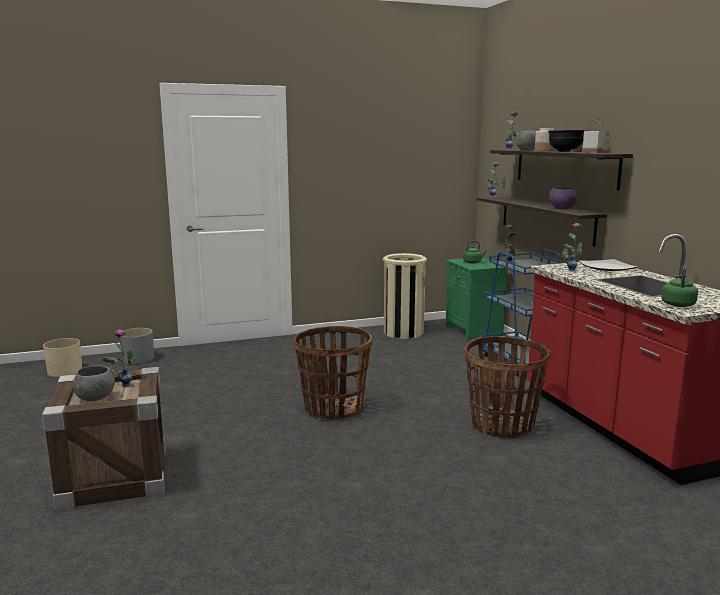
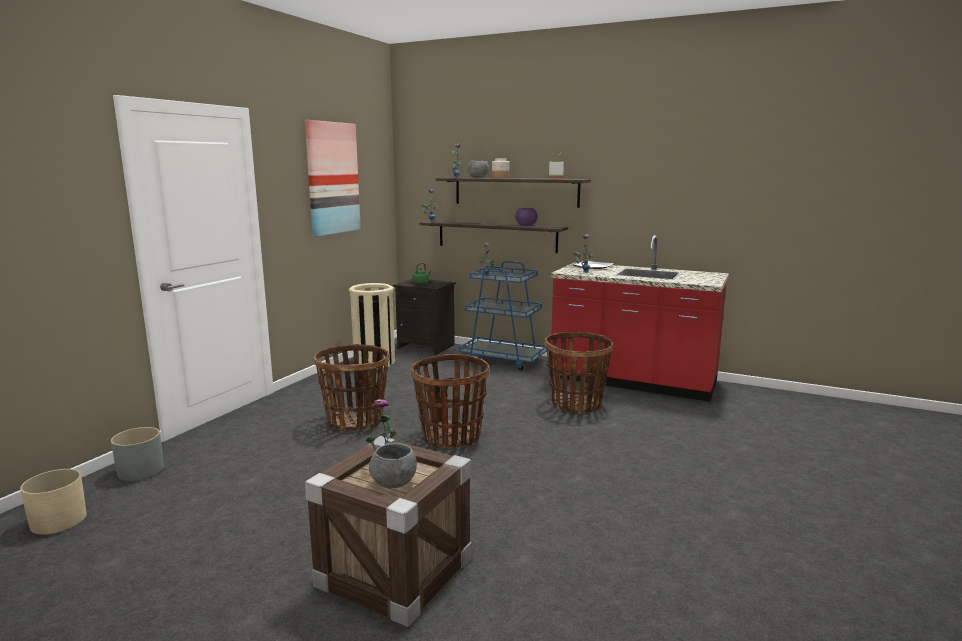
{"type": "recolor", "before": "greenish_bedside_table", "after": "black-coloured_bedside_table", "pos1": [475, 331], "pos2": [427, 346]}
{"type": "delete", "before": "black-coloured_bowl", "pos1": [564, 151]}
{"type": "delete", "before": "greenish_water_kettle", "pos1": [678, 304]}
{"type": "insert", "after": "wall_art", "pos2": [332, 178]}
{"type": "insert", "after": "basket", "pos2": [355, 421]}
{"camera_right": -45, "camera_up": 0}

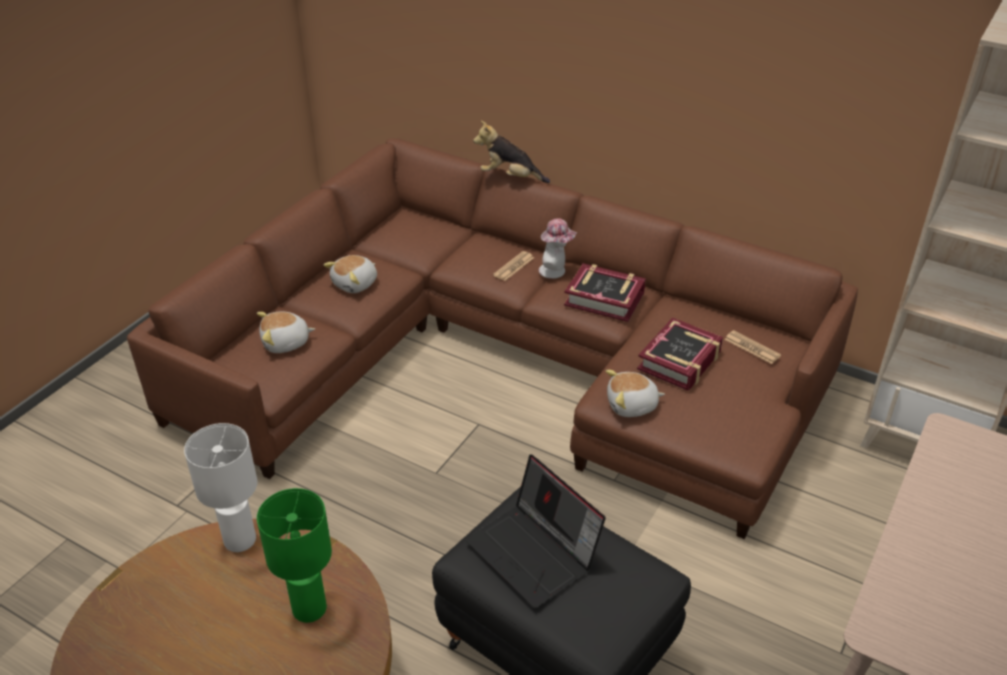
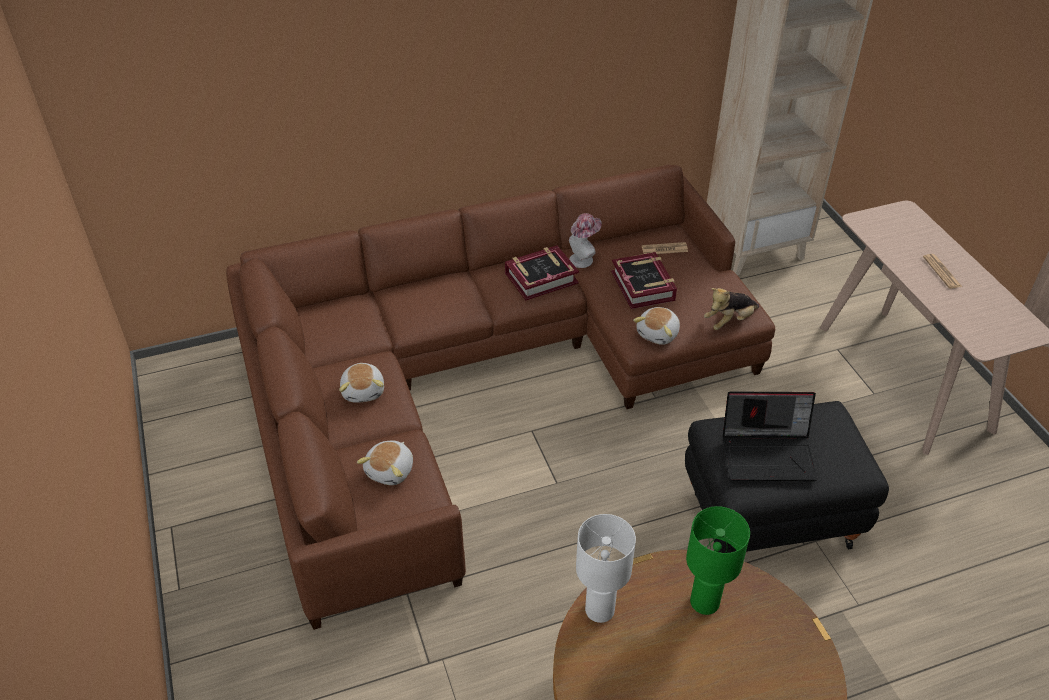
{"type": "move", "before": "soft_toy", "pos1": [510, 177], "pos2": [729, 321]}
{"type": "move", "before": "daily_paper", "pos1": [513, 266], "pos2": [942, 272]}
{"type": "move", "before": "hat", "pos1": [555, 271], "pos2": [583, 259]}
{"camera_right": -50, "camera_up": 5}

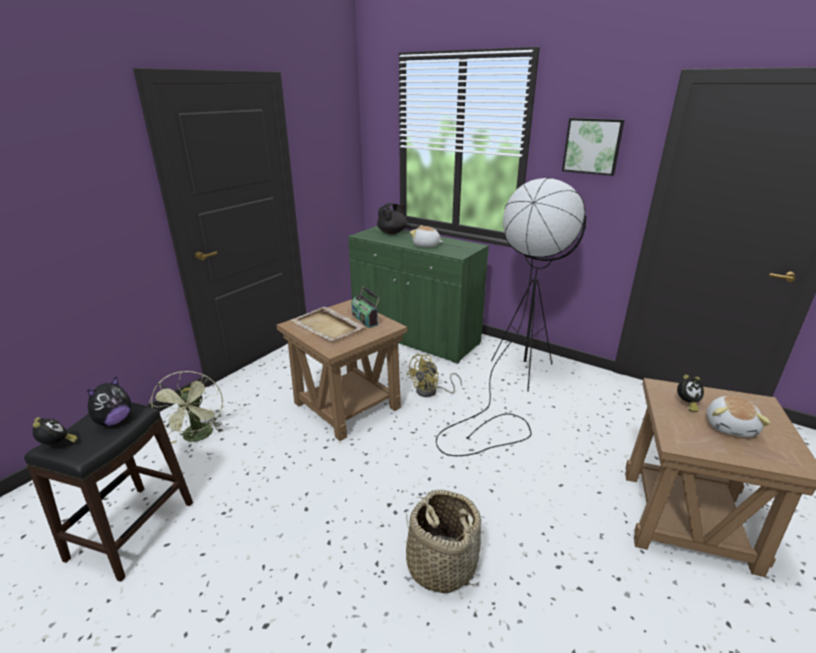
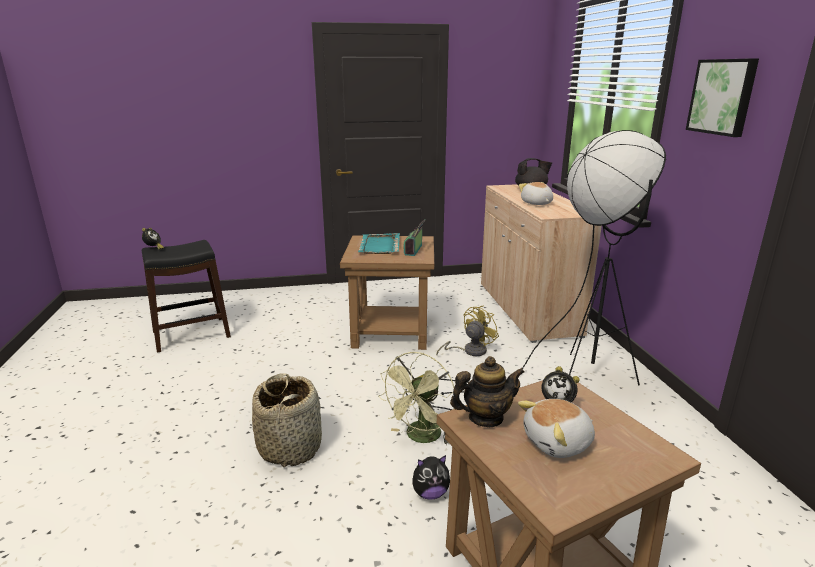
{"type": "move", "before": "soft_toy", "pos1": [114, 421], "pos2": [430, 493]}
{"type": "move", "before": "greenish_fan", "pos1": [198, 437], "pos2": [421, 438]}
{"type": "recolor", "before": "beige_carrying_tray", "after": "turquoise_carrying_tray", "pos1": [327, 326], "pos2": [379, 246]}
{"type": "recolor", "before": "greenish_cabinet", "after": "beige_cabinet", "pos1": [415, 337], "pos2": [527, 309]}
{"type": "rotate", "before": "yellow_fan", "pos1": [431, 392], "pos2": [469, 351], "turn": 135}
{"type": "insert", "after": "teapot", "pos2": [485, 418]}
{"camera_right": 45, "camera_up": -5}

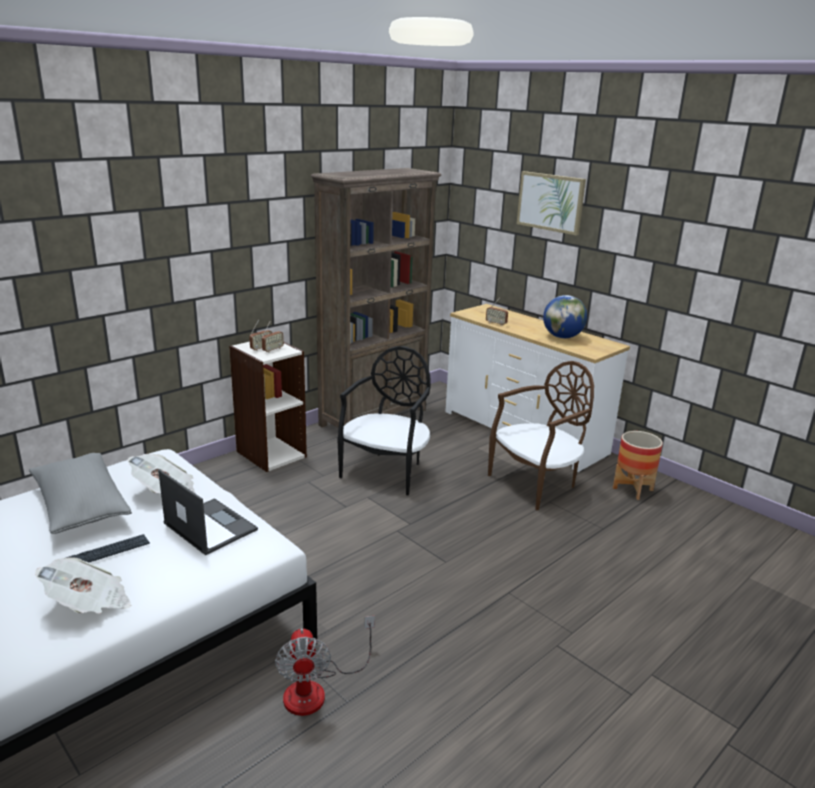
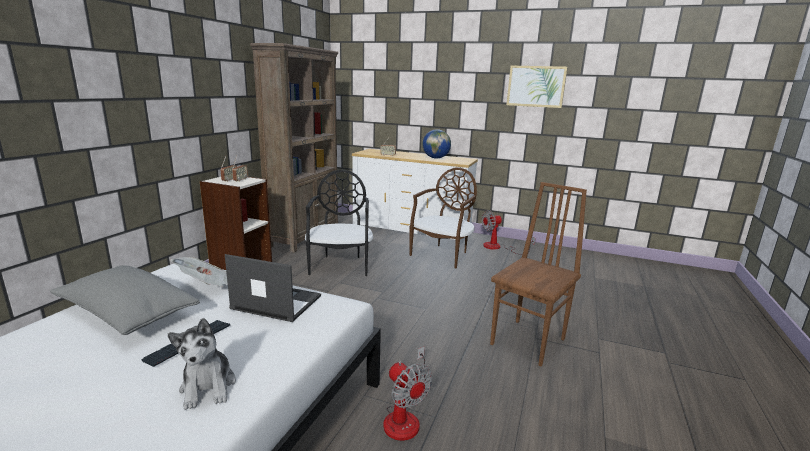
{"type": "replace", "before": "daily_paper", "after": "soft_toy", "pos1": [89, 604], "pos2": [208, 387]}
{"type": "move", "before": "wall_art", "pos1": [550, 202], "pos2": [536, 86]}
{"type": "replace", "before": "flower_pot", "after": "fan", "pos1": [633, 489], "pos2": [498, 247]}
{"type": "insert", "after": "brown-coloured_plain_chair", "pos2": [529, 342]}
{"camera_right": -25, "camera_up": -5}

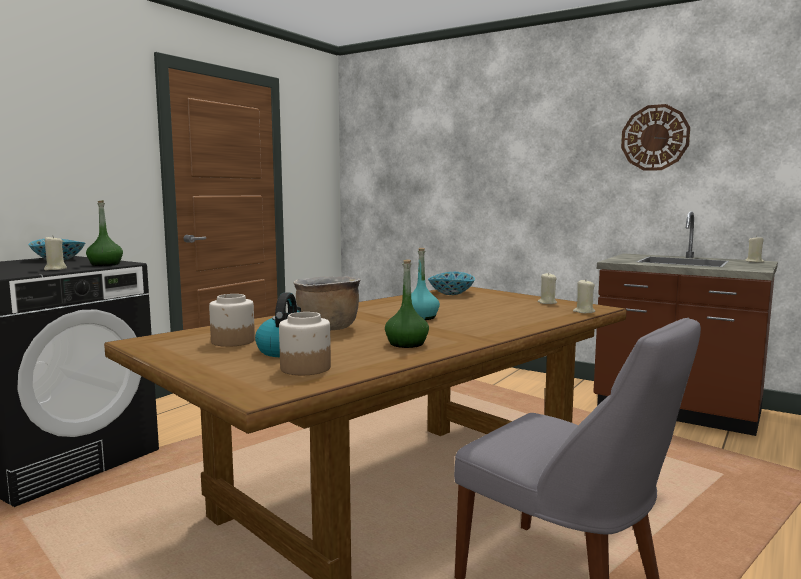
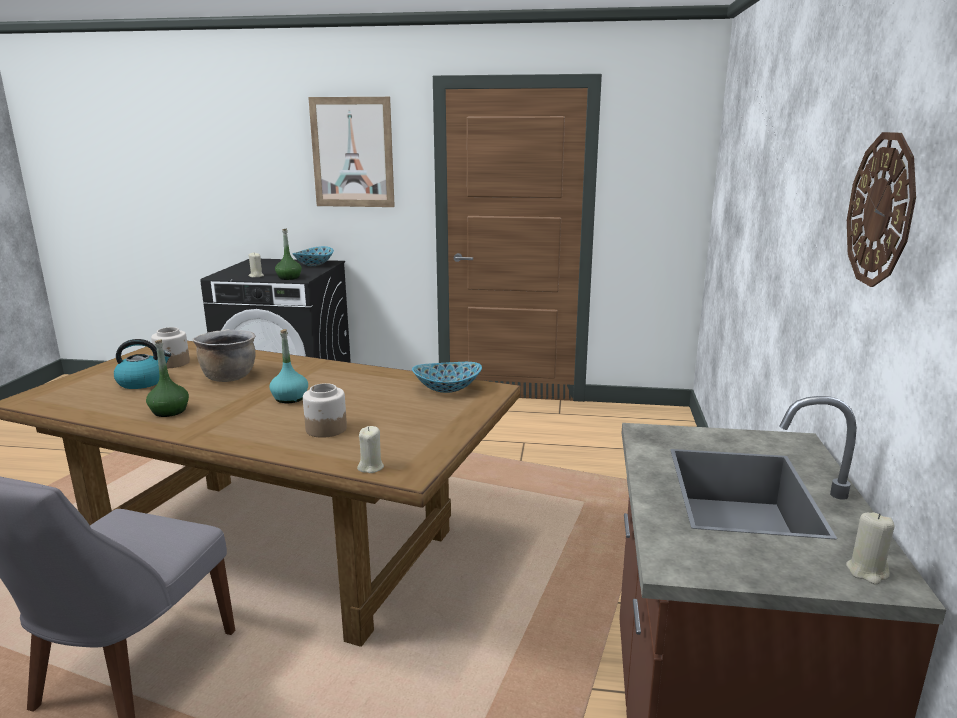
{"type": "move", "before": "preserve_jar", "pos1": [305, 368], "pos2": [325, 429]}
{"type": "delete", "before": "beige_wax_candle", "pos1": [547, 303]}
{"type": "insert", "after": "wall_art", "pos2": [352, 153]}
{"camera_right": 65, "camera_up": 10}

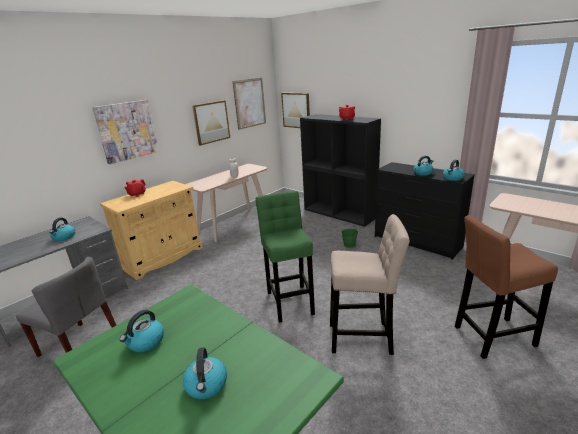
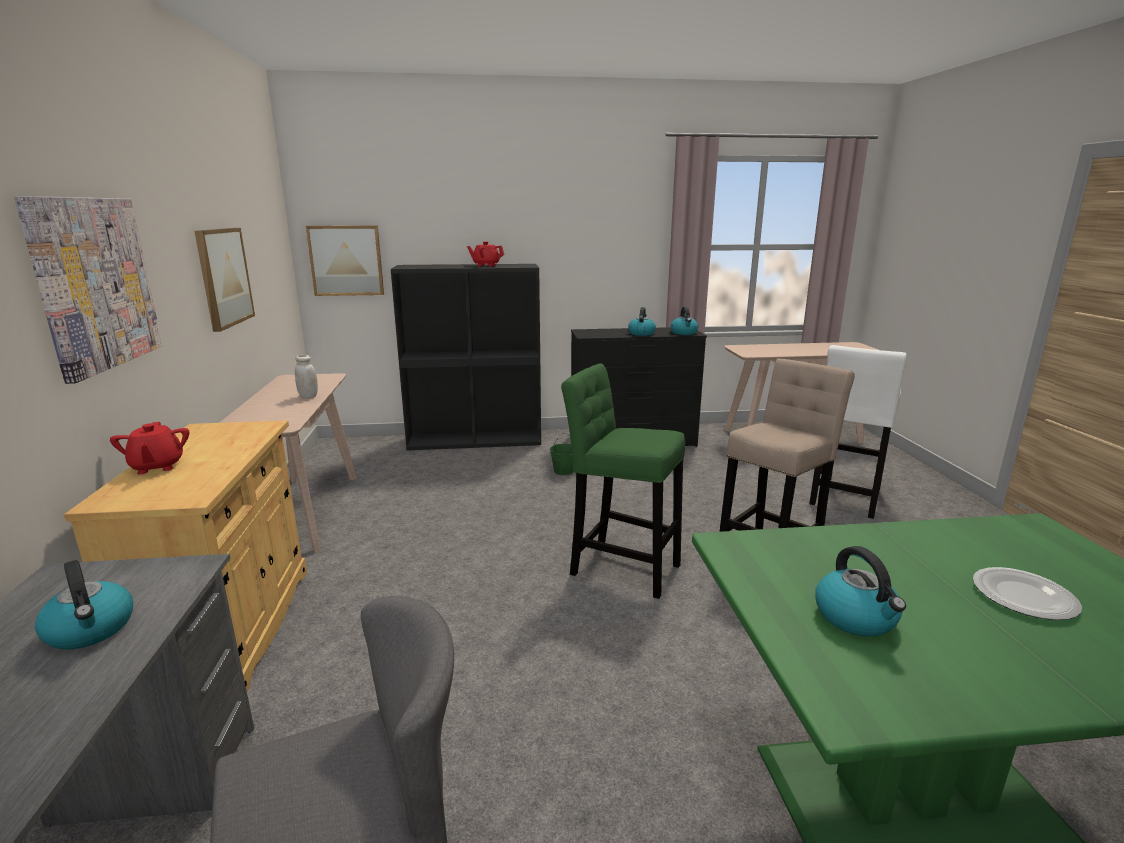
{"type": "replace", "before": "water_kettle", "after": "flat_dish", "pos1": [206, 385], "pos2": [1022, 596]}
{"type": "delete", "before": "wall_art", "pos1": [250, 103]}
{"type": "recolor", "before": "brown-coloured_stool", "after": "whitish_stool", "pos1": [490, 337], "pos2": [845, 499]}
{"camera_right": -50, "camera_up": -5}

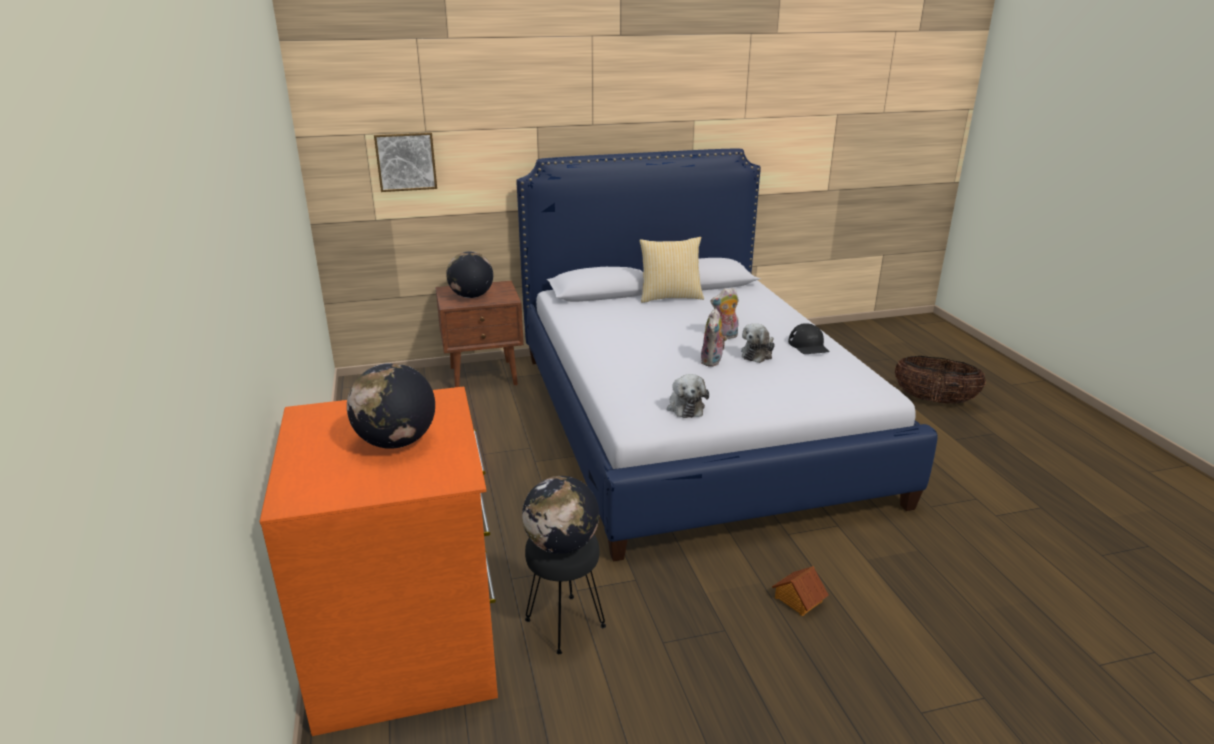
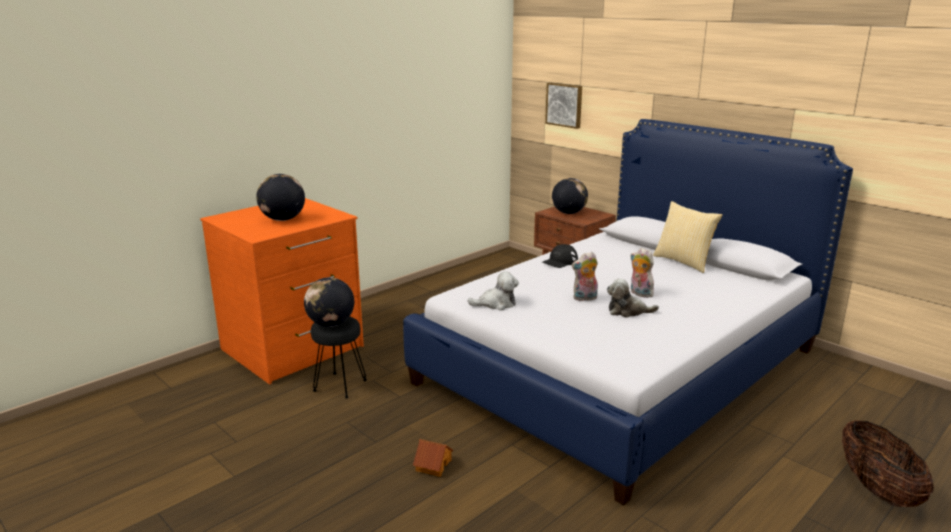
{"type": "rotate", "before": "soft_toy", "pos1": [685, 407], "pos2": [496, 304], "turn": -150}
{"type": "move", "before": "black-coloured_cap", "pos1": [808, 346], "pos2": [560, 261]}
{"camera_right": 60, "camera_up": -5}

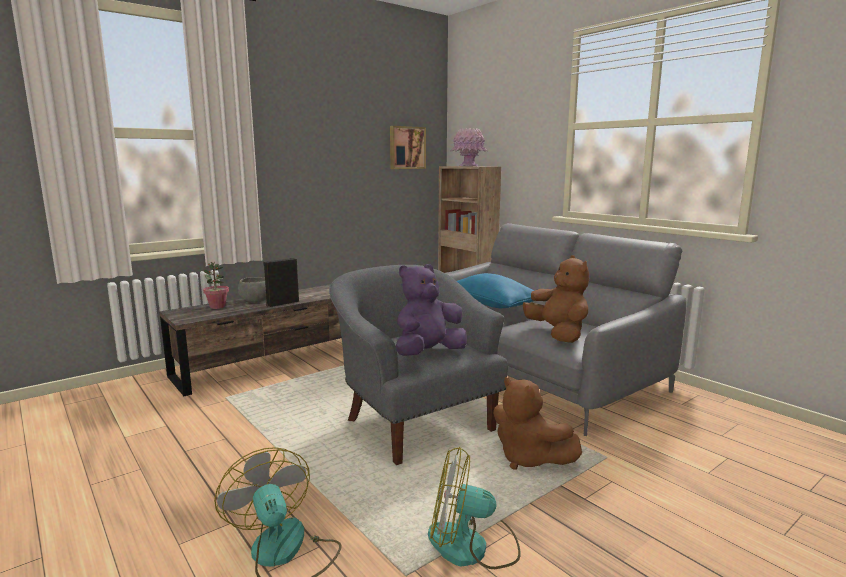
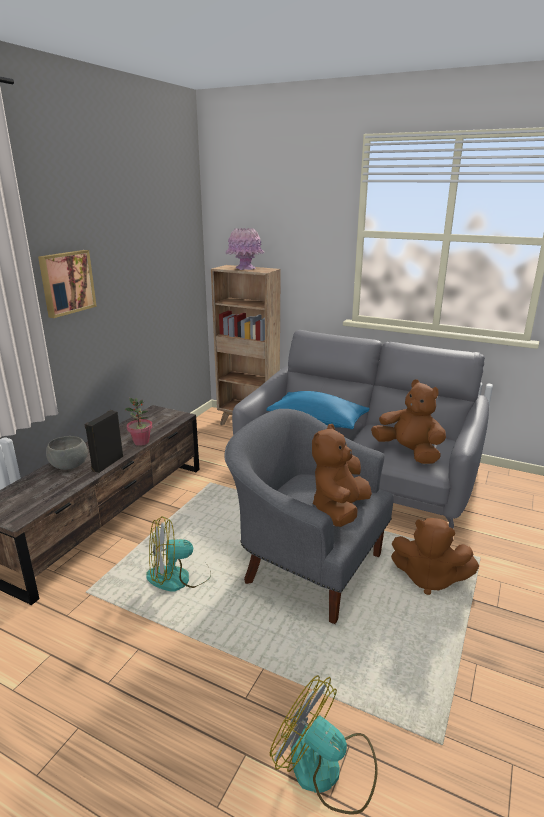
{"type": "move", "before": "potted_plant", "pos1": [217, 307], "pos2": [141, 442]}
{"type": "move", "before": "wall_art", "pos1": [406, 148], "pos2": [66, 282]}
{"type": "recolor", "before": "purple-coloured_soft_toy", "after": "brown-coloured_soft_toy", "pos1": [428, 353], "pos2": [339, 510]}
{"type": "move", "before": "fan", "pos1": [472, 546], "pos2": [179, 577]}
{"camera_right": -25, "camera_up": 10}

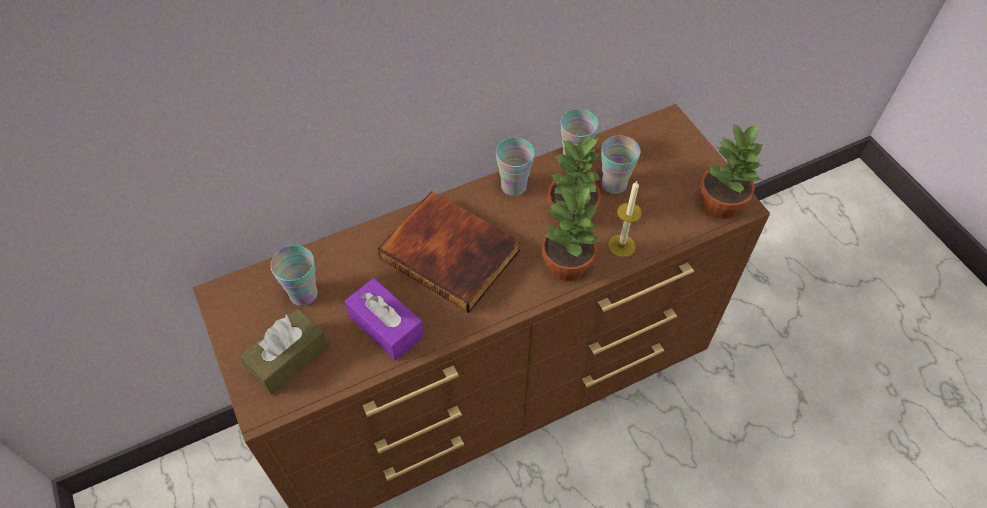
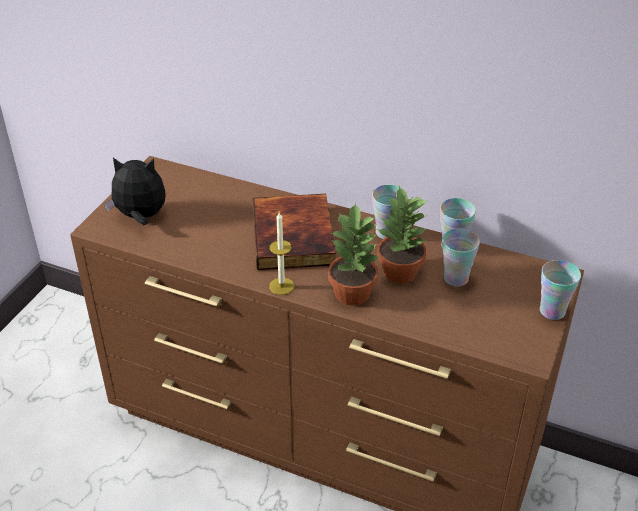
{"type": "replace", "before": "brown-coloured_box_of_tissues", "after": "soft_toy", "pos1": [288, 358], "pos2": [141, 217]}
{"type": "move", "before": "small_cup", "pos1": [303, 294], "pos2": [552, 311]}
{"type": "delete", "before": "purple-coloured_box_of_tissues", "pos1": [386, 326]}
{"type": "move", "before": "wax_candle", "pos1": [621, 245], "pos2": [281, 286]}
{"type": "delete", "before": "potted_plant", "pos1": [720, 203]}
{"camera_right": 50, "camera_up": -15}

